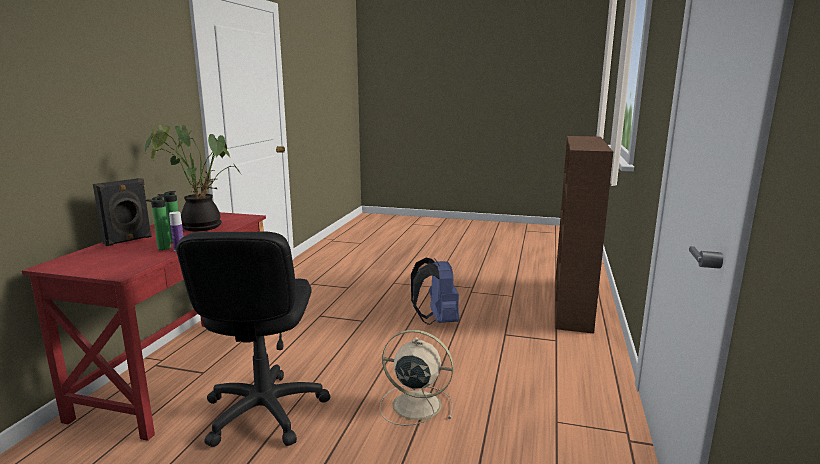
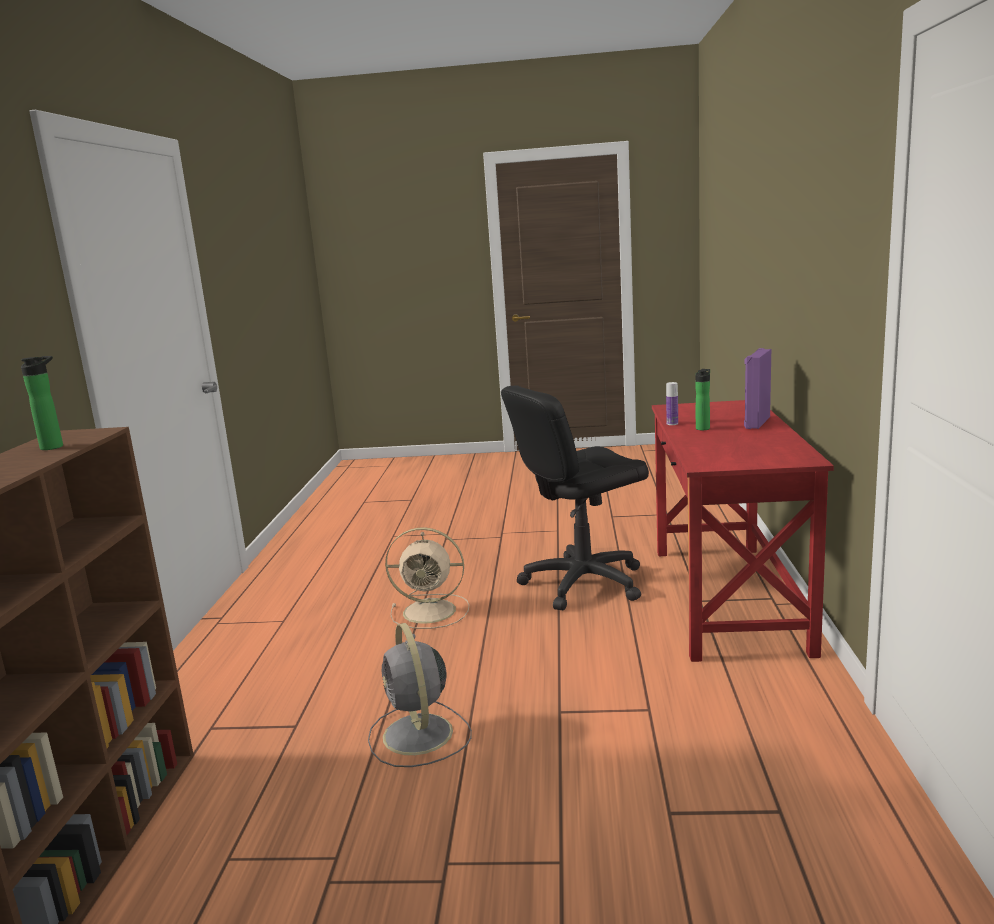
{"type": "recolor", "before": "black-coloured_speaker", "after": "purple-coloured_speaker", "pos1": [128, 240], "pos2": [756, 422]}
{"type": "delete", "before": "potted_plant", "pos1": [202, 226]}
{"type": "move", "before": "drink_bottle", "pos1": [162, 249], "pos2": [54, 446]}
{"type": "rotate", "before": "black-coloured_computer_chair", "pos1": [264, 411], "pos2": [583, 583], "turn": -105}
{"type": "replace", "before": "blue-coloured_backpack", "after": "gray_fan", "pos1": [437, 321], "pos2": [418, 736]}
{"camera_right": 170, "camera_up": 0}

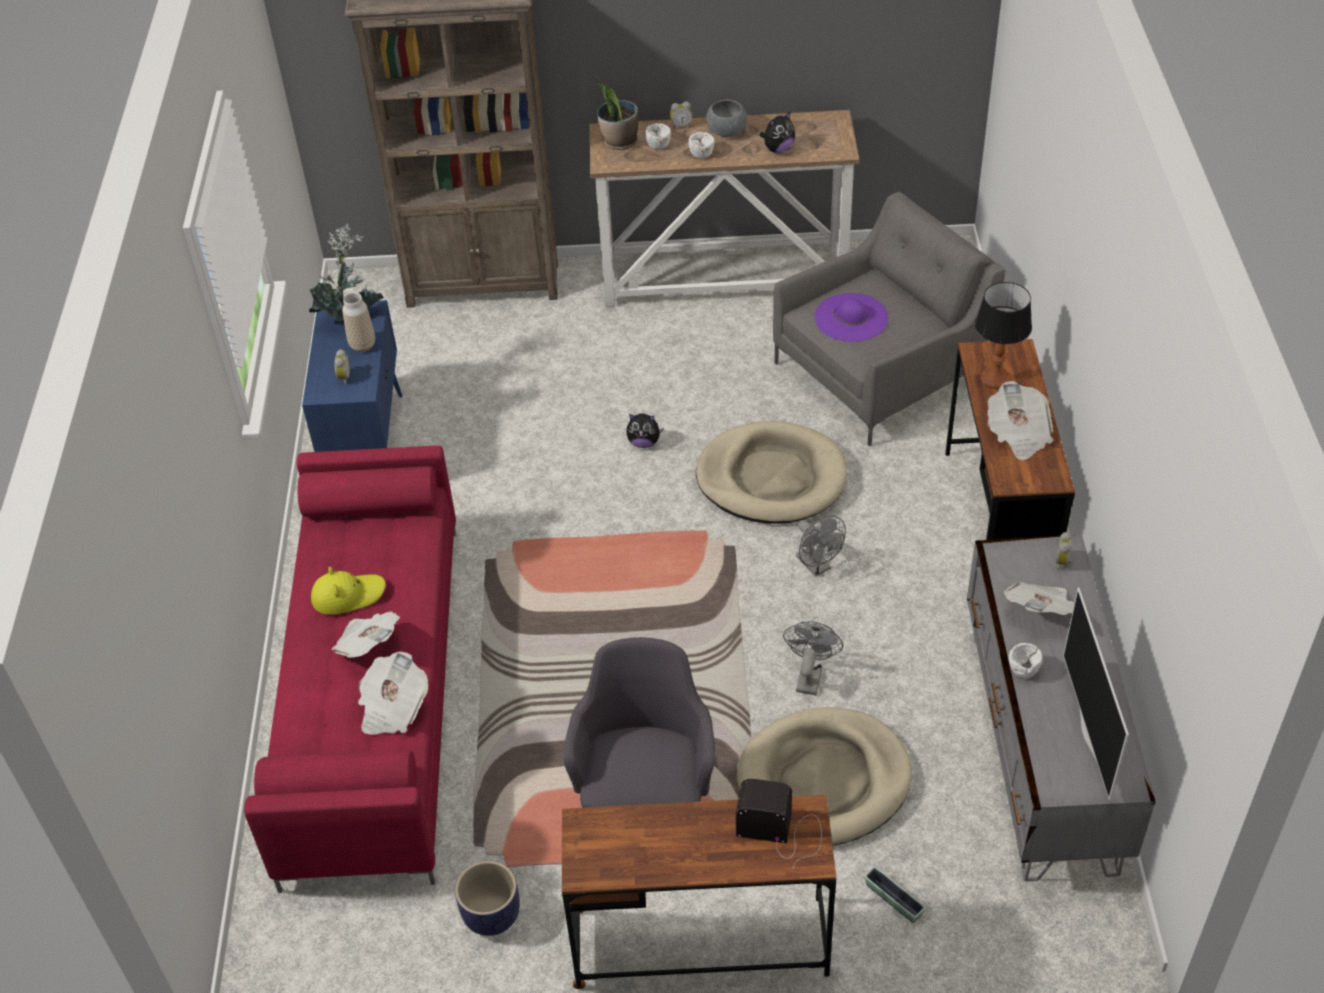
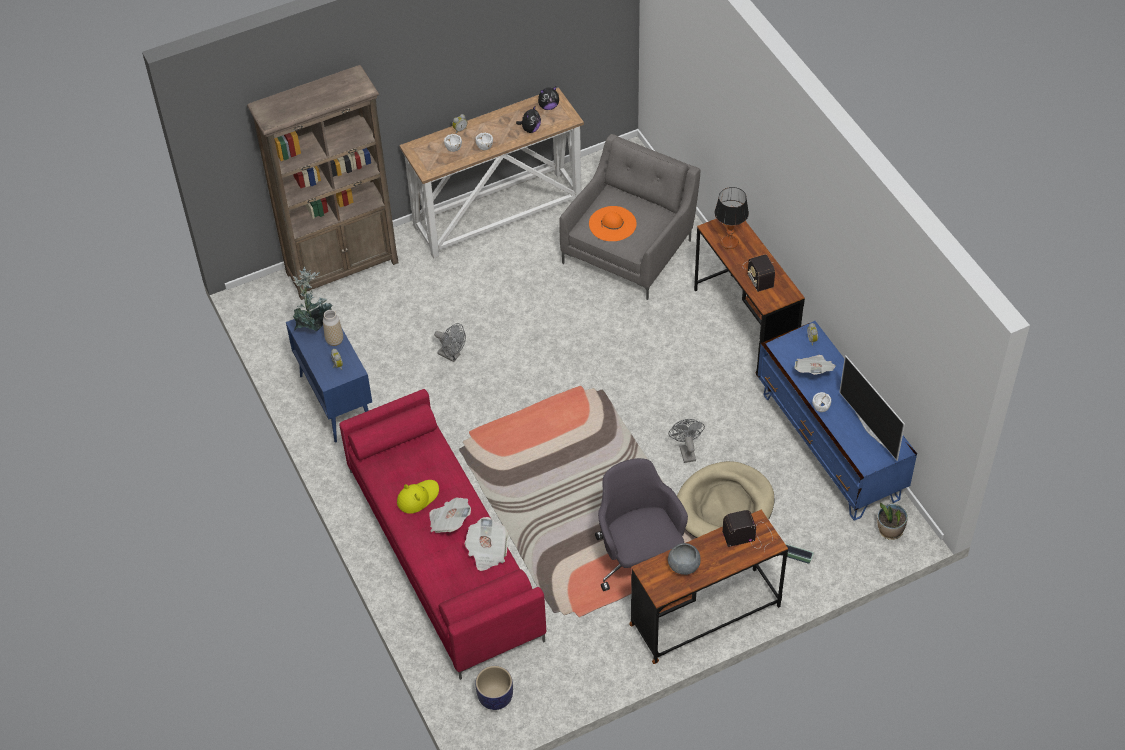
{"type": "move", "before": "flower_pot", "pos1": [491, 914], "pos2": [495, 697]}
{"type": "move", "before": "potted_plant", "pos1": [619, 141], "pos2": [890, 531]}
{"type": "move", "before": "soft_toy", "pos1": [644, 442], "pos2": [548, 106]}
{"type": "delete", "before": "beige_dog_cushion", "pos1": [771, 478]}
{"type": "move", "before": "gray_bowl", "pos1": [726, 132], "pos2": [684, 566]}
{"type": "move", "before": "gray_fan", "pos1": [817, 566], "pos2": [452, 355]}
{"type": "recolor", "before": "purple-coloured_hat", "after": "orange-coloured_hat", "pos1": [851, 317], "pos2": [612, 224]}
{"type": "recolor", "before": "gray_tv_unit", "after": "blue-coloured_tv_unit", "pos1": [1040, 748], "pos2": [829, 447]}
{"type": "replace", "before": "daily_paper", "after": "radio_set", "pos1": [1018, 434], "pos2": [758, 273]}
{"camera_right": -25, "camera_up": 5}

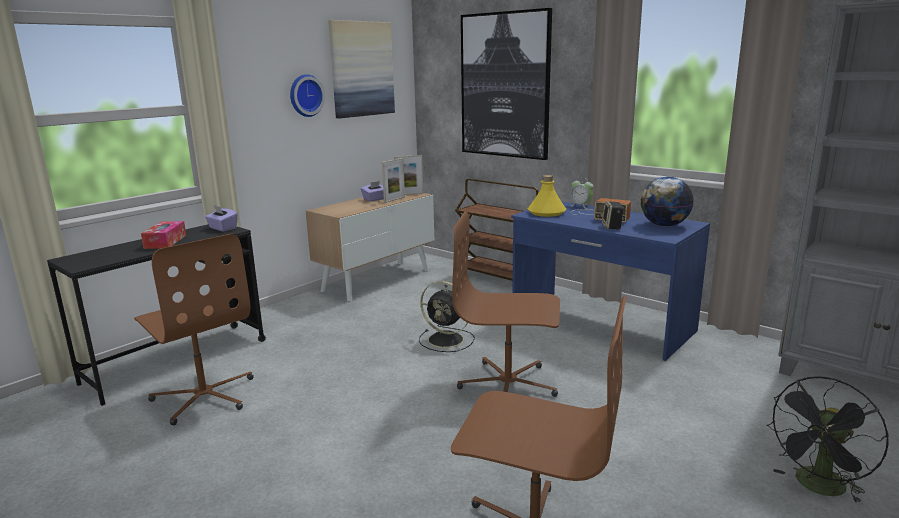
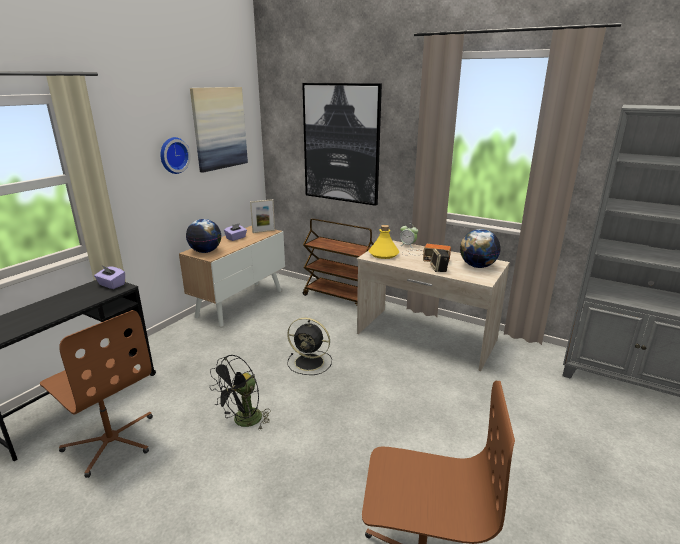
{"type": "delete", "before": "box_of_tissues", "pos1": [165, 242]}
{"type": "delete", "before": "photo_frame", "pos1": [394, 200]}
{"type": "delete", "before": "brown-coloured_computer_chair", "pos1": [508, 385]}
{"type": "recolor", "before": "blue-coloured_desk", "after": "beige_desk", "pos1": [600, 323], "pos2": [425, 337]}
{"type": "move", "before": "black-coloured_fan", "pos1": [818, 488], "pos2": [243, 422]}
{"type": "insert", "after": "world_globe", "pos2": [205, 251]}
{"camera_right": -10, "camera_up": 5}

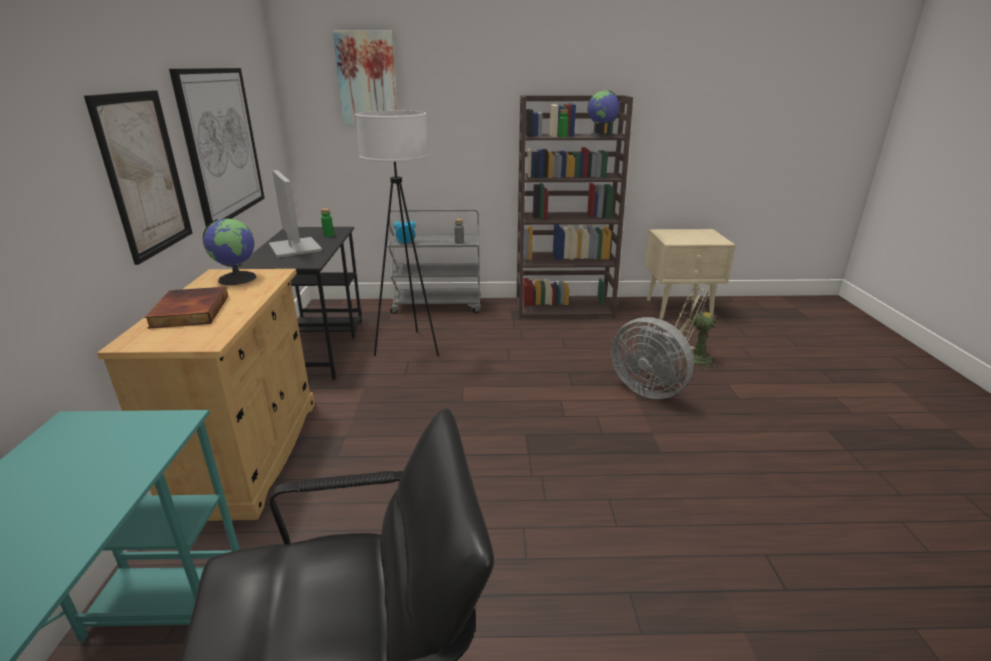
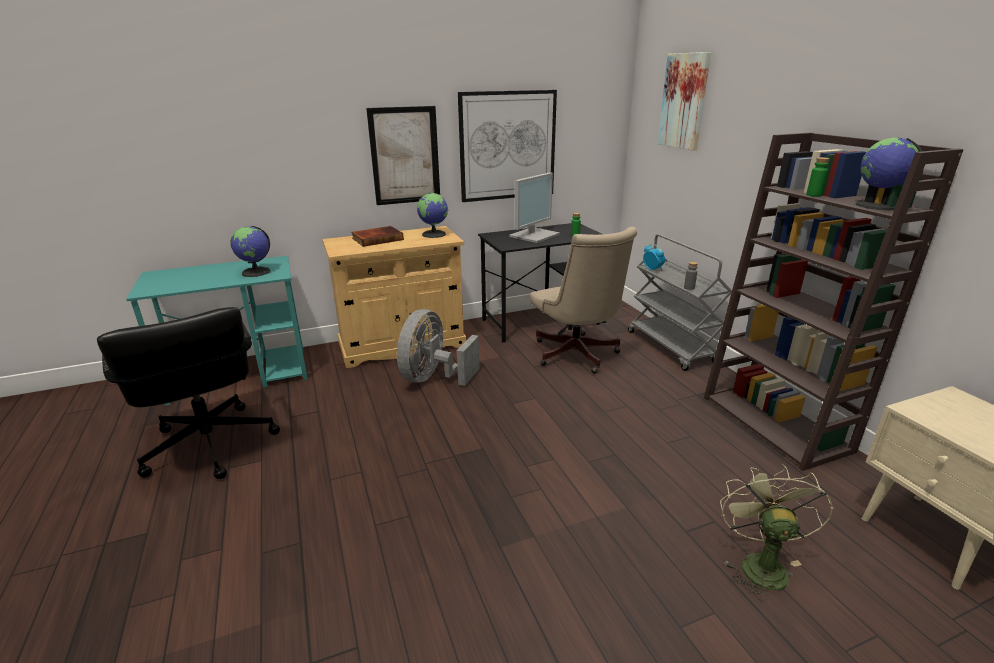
{"type": "replace", "before": "whitish_standard_lamp", "after": "beige_computer_chair", "pos1": [409, 347], "pos2": [577, 356]}
{"type": "move", "before": "gray_fan", "pos1": [648, 389], "pos2": [433, 378]}
{"type": "insert", "after": "world_globe", "pos2": [256, 272]}
{"camera_right": 70, "camera_up": 0}

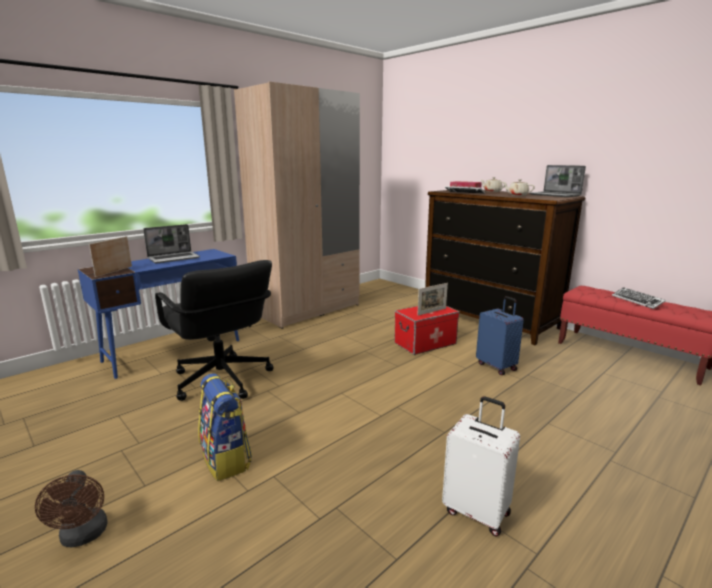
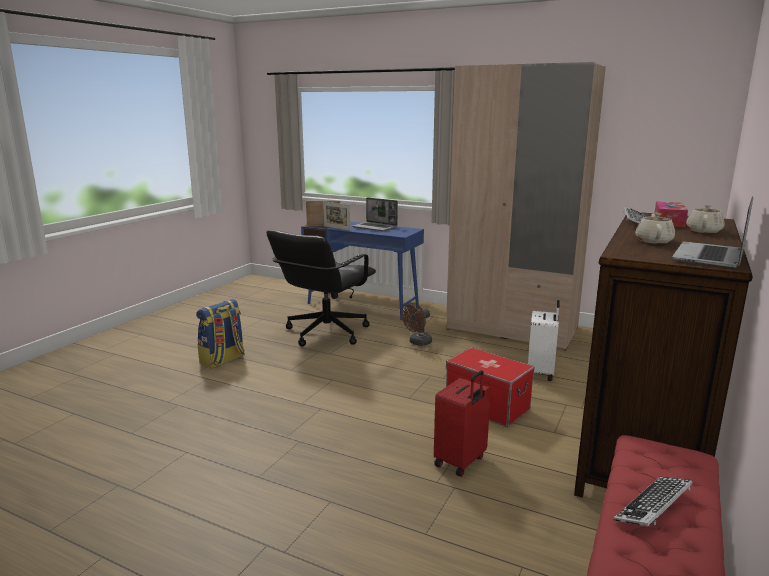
{"type": "move", "before": "brown-coloured_fan", "pos1": [83, 536], "pos2": [418, 343]}
{"type": "move", "before": "photo_frame", "pos1": [432, 311], "pos2": [336, 228]}
{"type": "move", "before": "whitish_piece_of_luggage", "pos1": [477, 511], "pos2": [541, 373]}
{"type": "recolor", "before": "blue-coloured_piece_of_luggage", "after": "red_piece_of_luggage", "pos1": [497, 366], "pos2": [461, 461]}
{"camera_right": 70, "camera_up": 0}

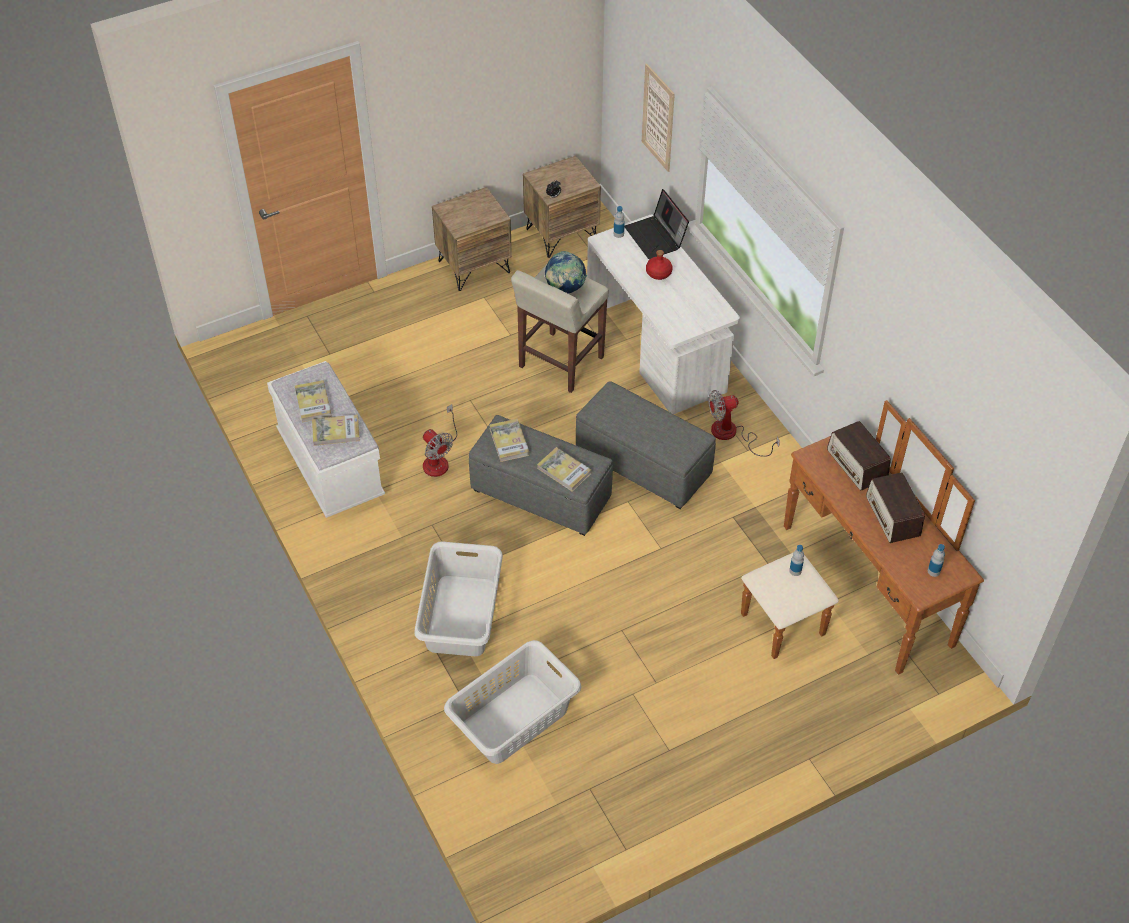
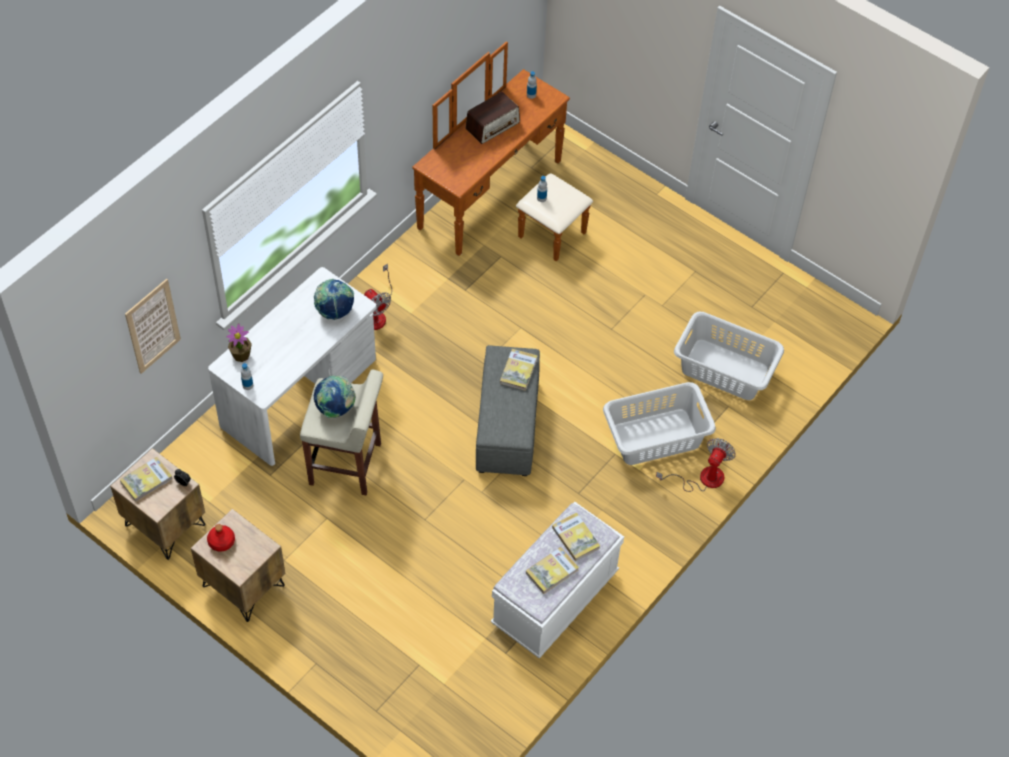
{"type": "move", "before": "fan", "pos1": [438, 459], "pos2": [702, 478]}
{"type": "move", "before": "book", "pos1": [509, 442], "pos2": [146, 480]}
{"type": "delete", "before": "gray_pouffe", "pos1": [644, 465]}
{"type": "replace", "before": "notebook_computer", "after": "potted_plant", "pos1": [656, 237], "pos2": [241, 355]}
{"type": "move", "before": "red_drink_bottle", "pos1": [658, 272], "pos2": [221, 542]}
{"type": "delete", "before": "radio_set", "pos1": [857, 465]}
{"type": "insert", "after": "world_globe", "pos2": [335, 311]}
{"camera_right": -115, "camera_up": 5}

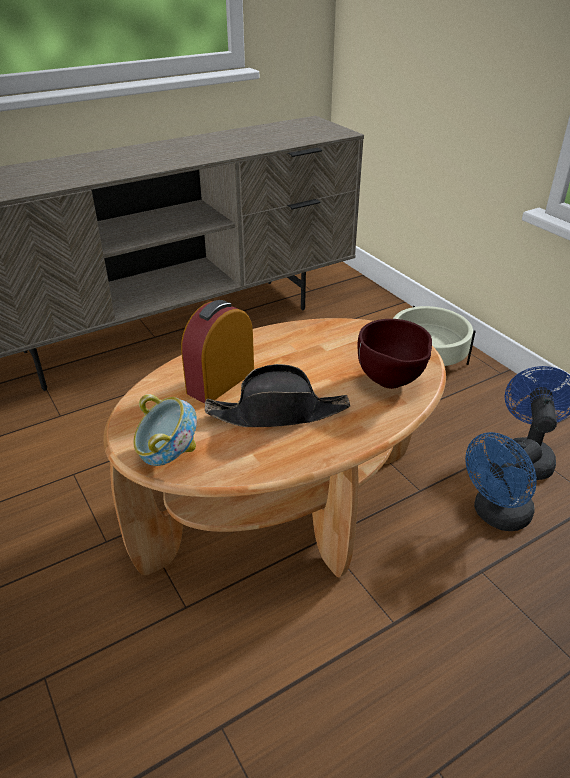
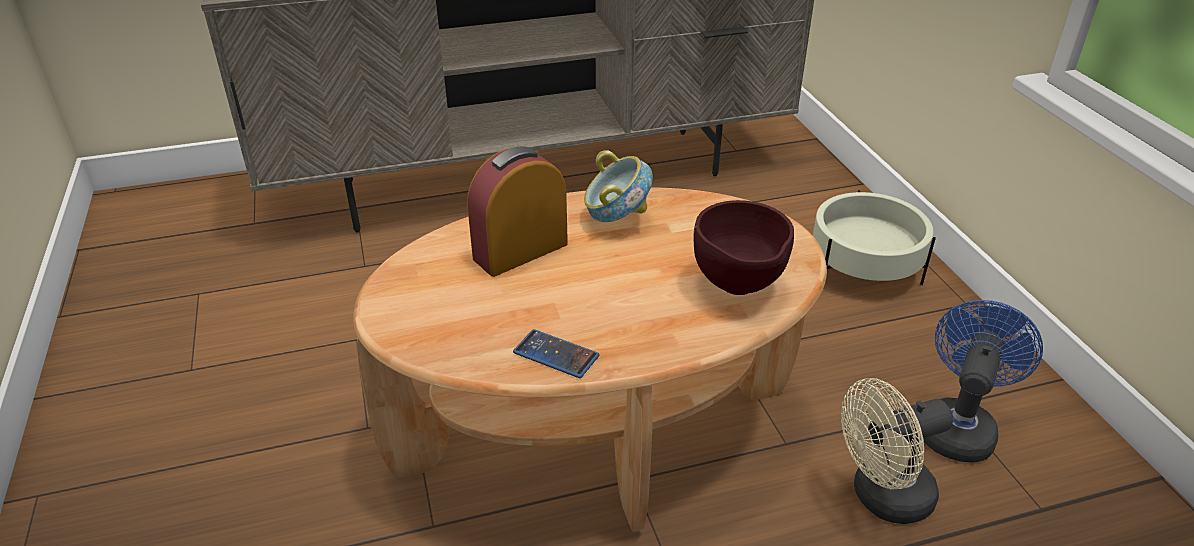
{"type": "move", "before": "bowl", "pos1": [168, 456], "pos2": [616, 219]}
{"type": "delete", "before": "black-coloured_hat", "pos1": [278, 413]}
{"type": "recolor", "before": "blue-coloured_fan", "after": "beige_fan", "pos1": [496, 515], "pos2": [882, 498]}
{"type": "insert", "after": "telephone", "pos2": [556, 354]}
{"camera_right": 15, "camera_up": 0}

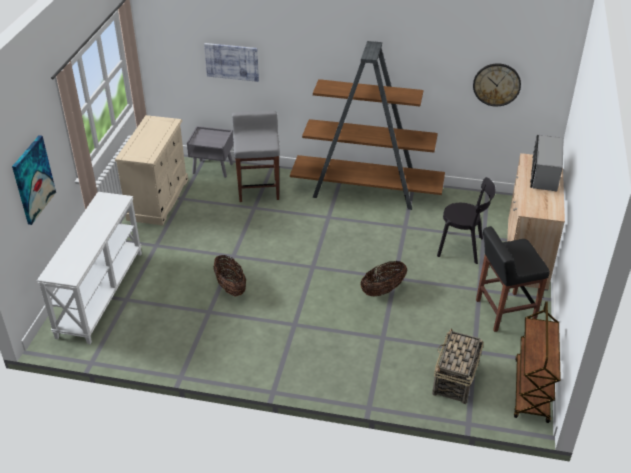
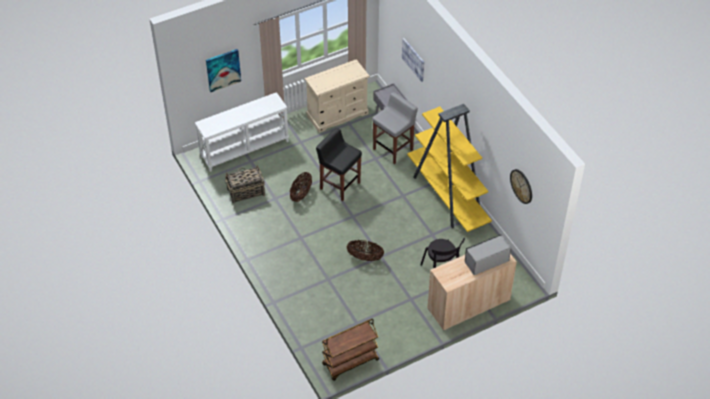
{"type": "recolor", "before": "brown-coloured_bookcase", "after": "yellow_bookcase", "pos1": [367, 191], "pos2": [447, 197]}
{"type": "move", "before": "basket", "pos1": [455, 379], "pos2": [245, 192]}
{"type": "move", "before": "black-coloured_stool", "pos1": [503, 312], "pos2": [339, 185]}
{"camera_right": 50, "camera_up": 10}

